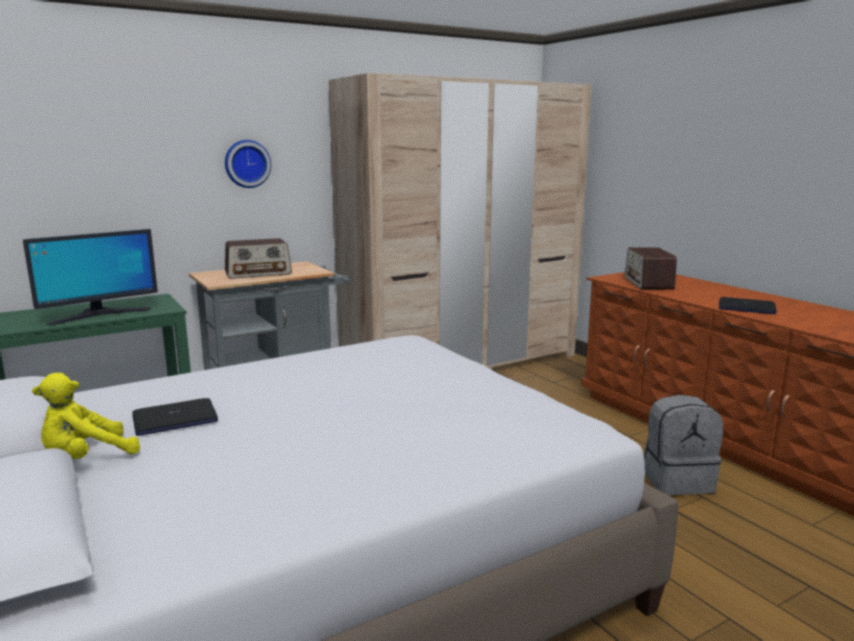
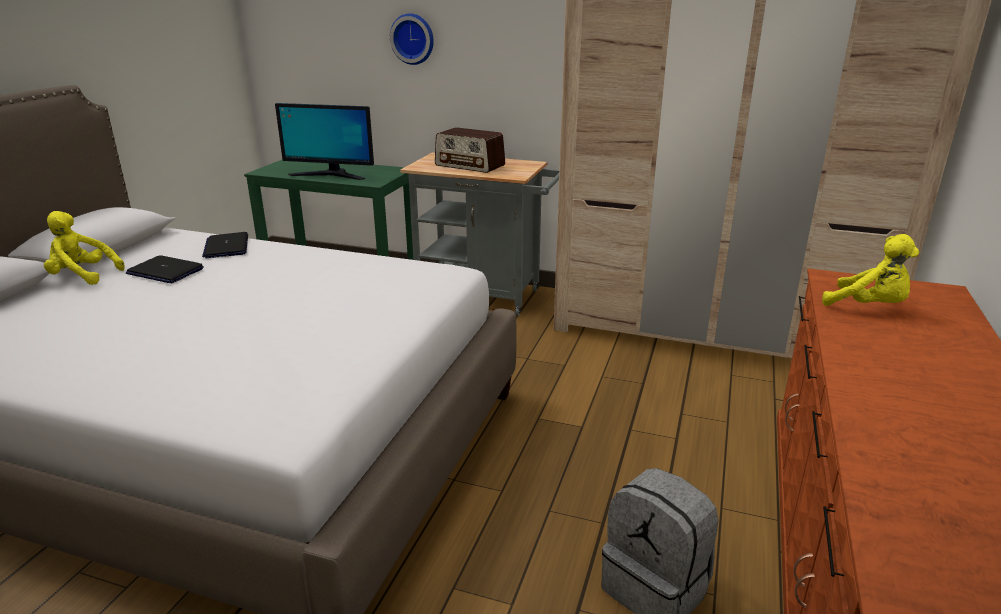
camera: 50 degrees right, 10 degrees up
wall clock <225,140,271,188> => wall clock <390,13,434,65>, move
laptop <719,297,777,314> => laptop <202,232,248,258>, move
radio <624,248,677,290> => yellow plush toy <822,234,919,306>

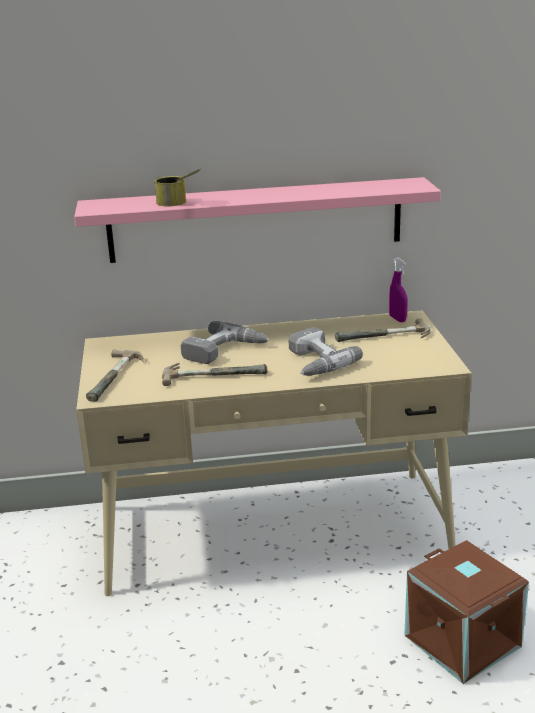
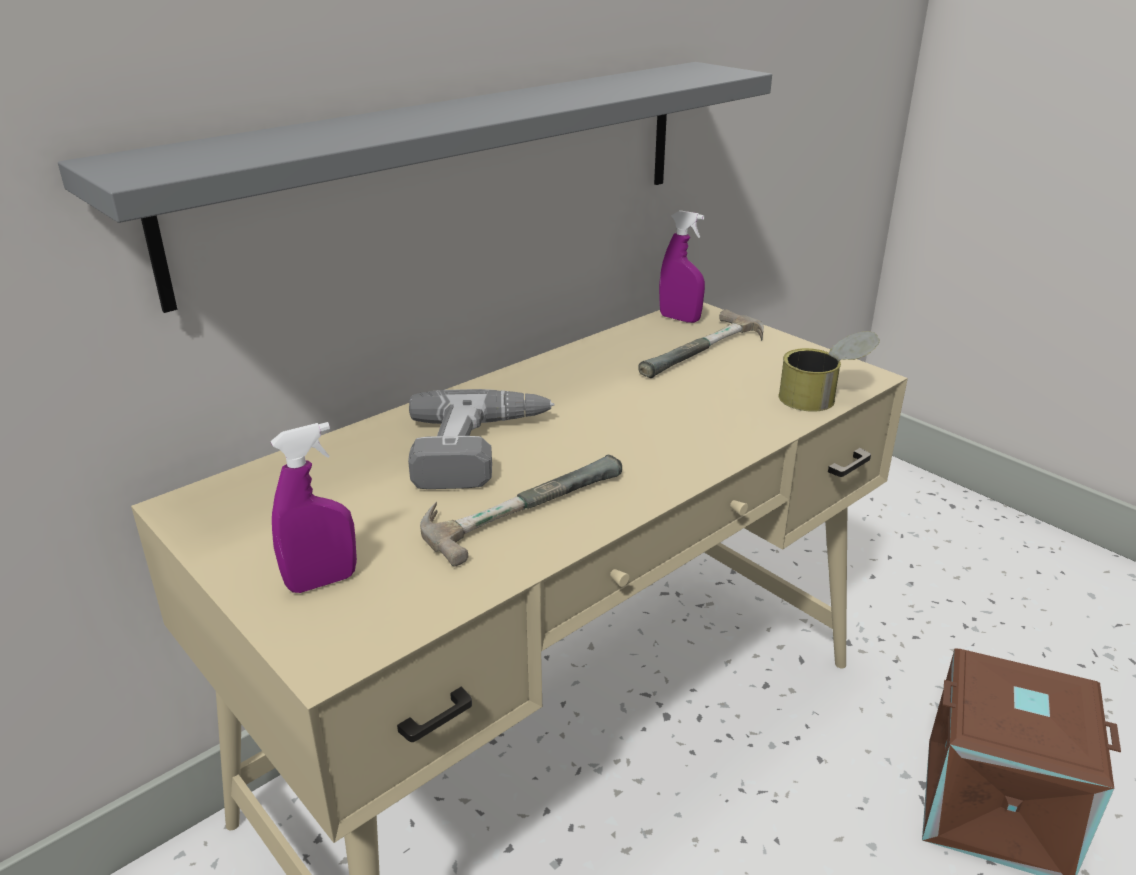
camera: 35 degrees left, 5 degrees up
power drill <289,327,363,376> => nothing
can <154,169,201,206> => can <779,331,880,412>, move
hammer <86,350,144,401> => purple spray bottle <271,422,357,593>
pink shelf <74,177,441,263> => grey shelf <58,62,772,313>

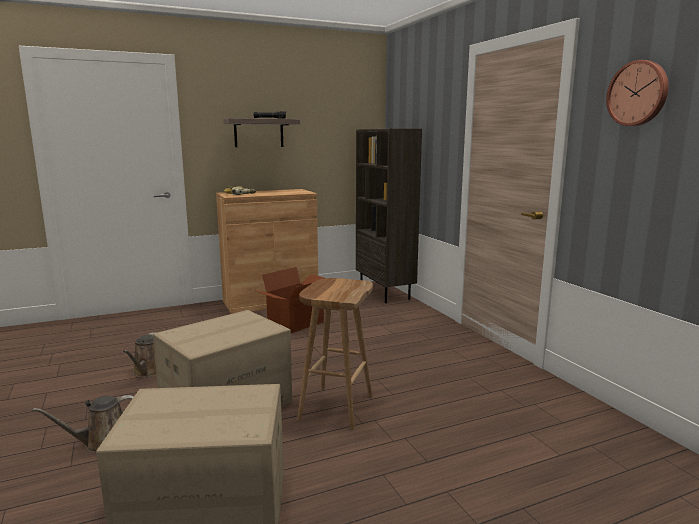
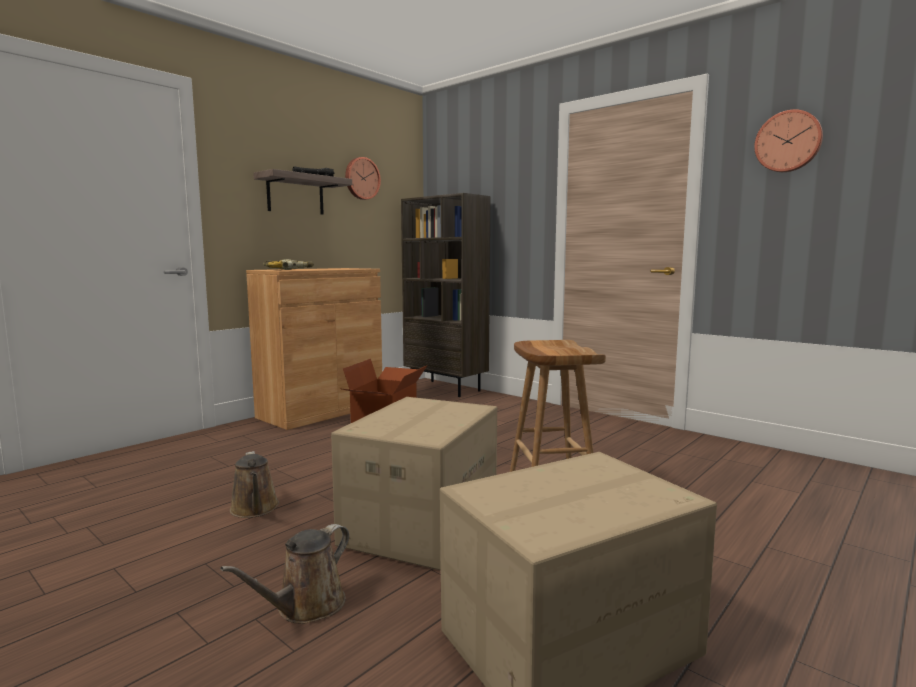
camera: 25 degrees left, 5 degrees down
nothing => wall clock <345,157,381,200>

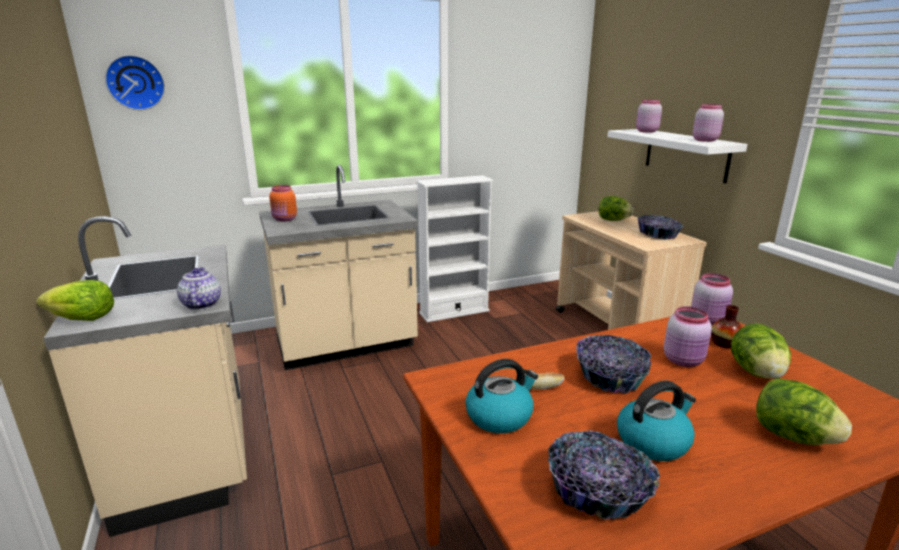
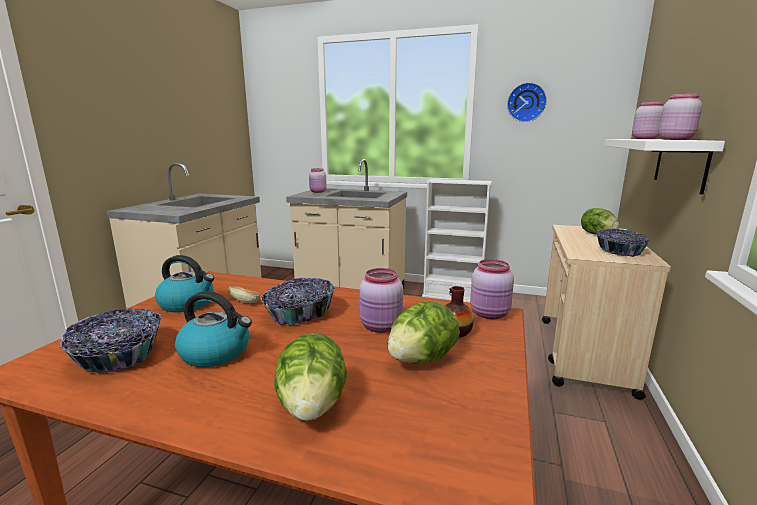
camera: 40 degrees right, 5 degrees down
lettuce <36,280,114,321> => nothing
teapot <177,267,221,310> => nothing
wall clock <105,55,165,110> => wall clock <507,82,547,122>, move
orange jar <269,185,297,222> => pink jar <309,168,327,193>

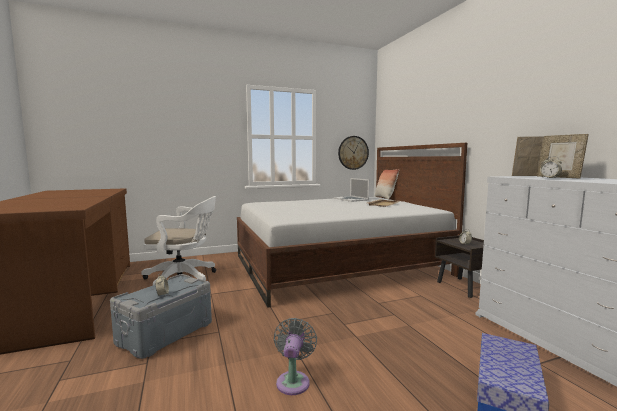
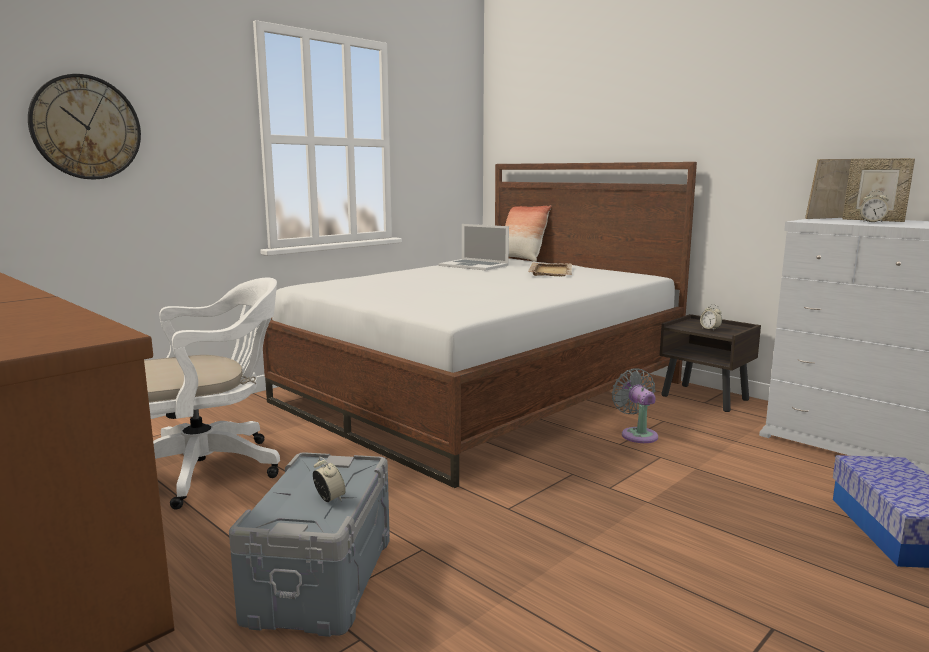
camera: 25 degrees left, 5 degrees up
grey fan <274,318,317,395> => grey fan <612,368,658,443>, move
wall clock <338,136,369,170> => wall clock <28,74,141,179>, move

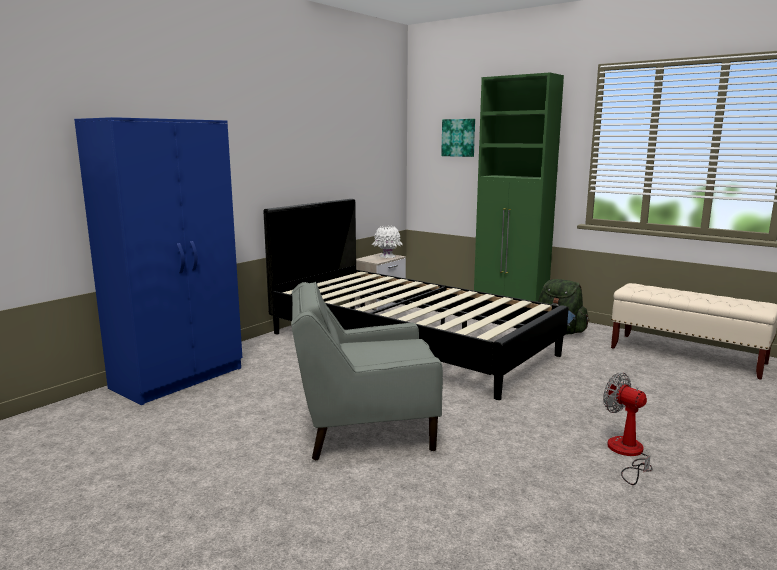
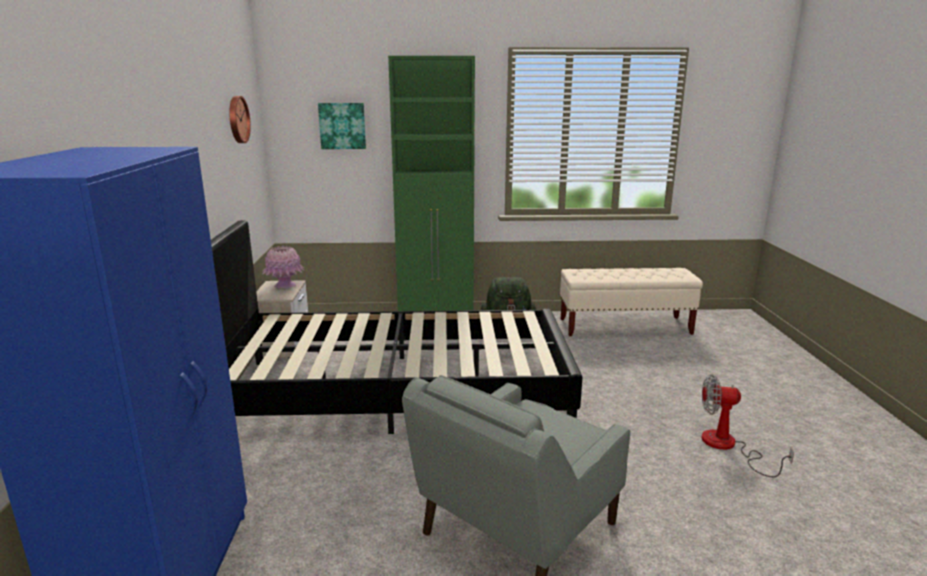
camera: 40 degrees left, 5 degrees up
nothing => wall clock <229,96,251,143>
white vase <372,226,403,258> => pink vase <262,245,304,289>

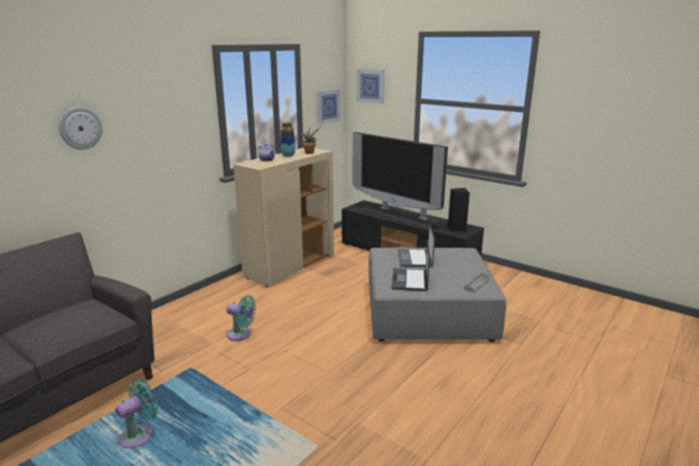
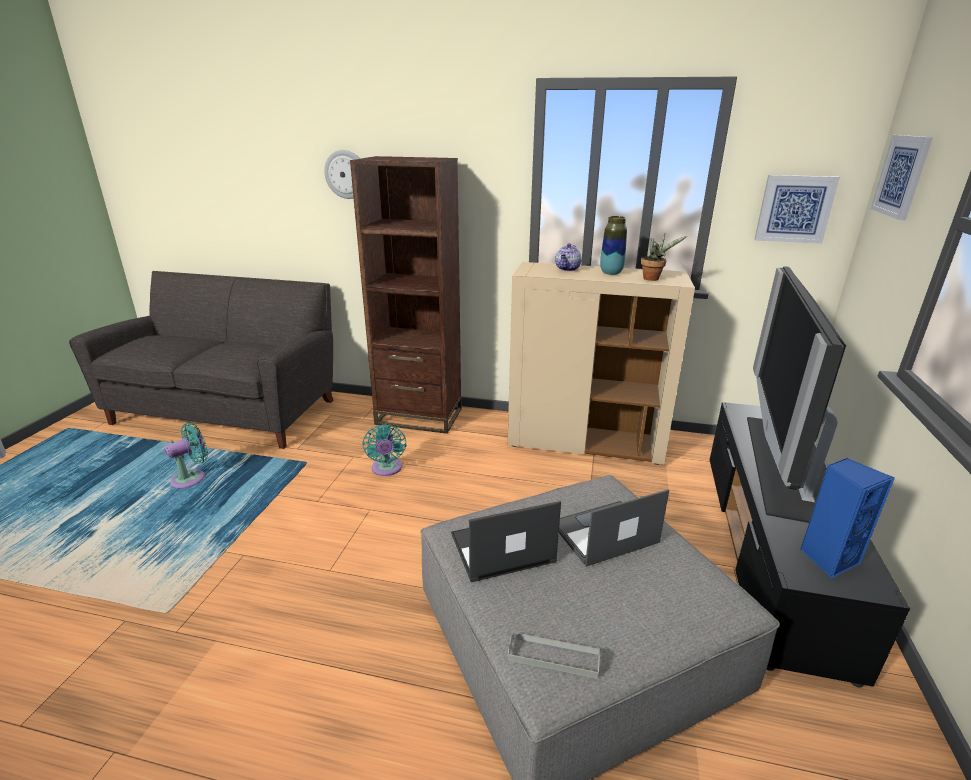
camera: 65 degrees right, 5 degrees up
nothing => brown bookcase <350,156,462,434>
black speaker <448,188,470,232> => blue speaker <800,458,895,578>
turquoise fan <115,379,158,448> => turquoise fan <164,423,208,488>, 60 degrees counterclockwise

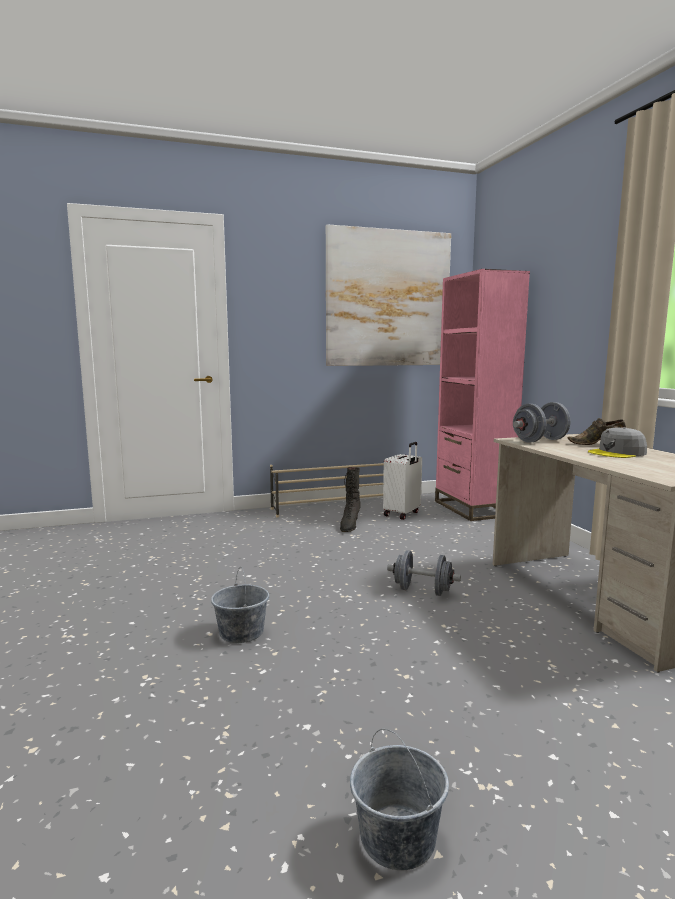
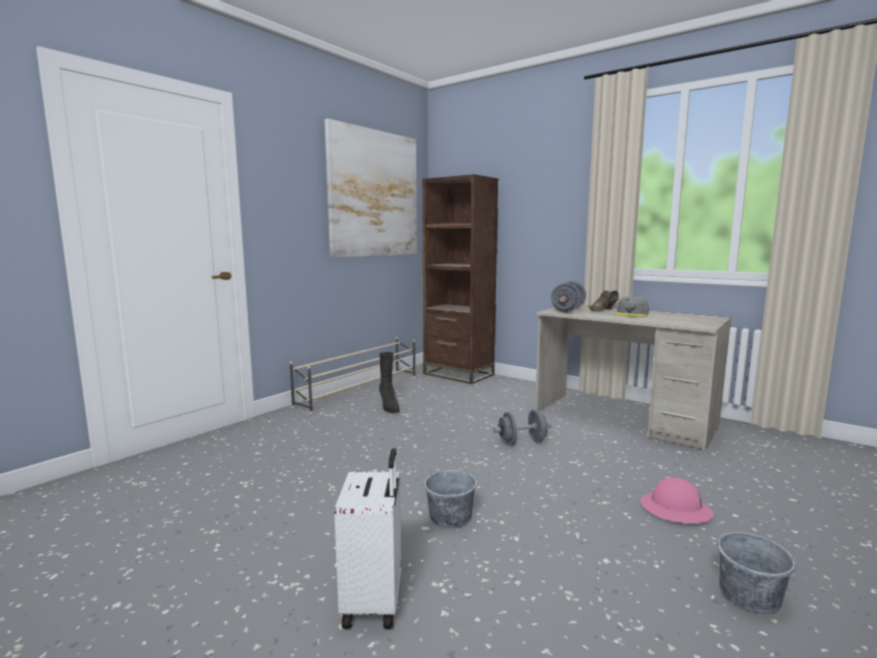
camera: 35 degrees left, 0 degrees up
nothing => pink hard hat <640,478,714,523>
white suitcase <383,442,422,520> => white suitcase <335,448,401,629>, move
pink bookcase <435,269,530,521> => brown bookcase <422,174,498,384>

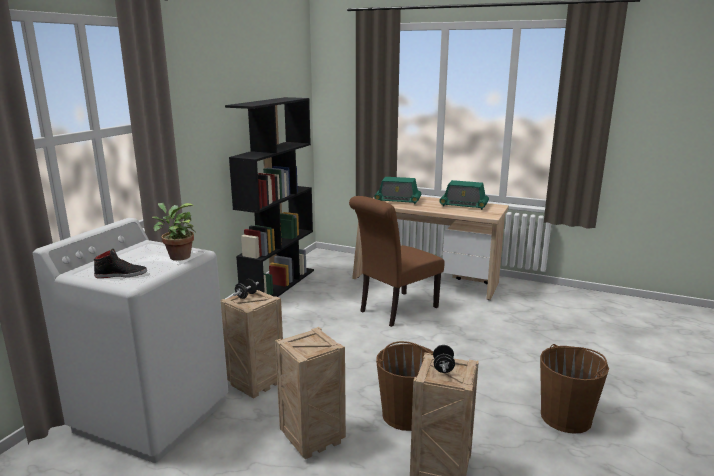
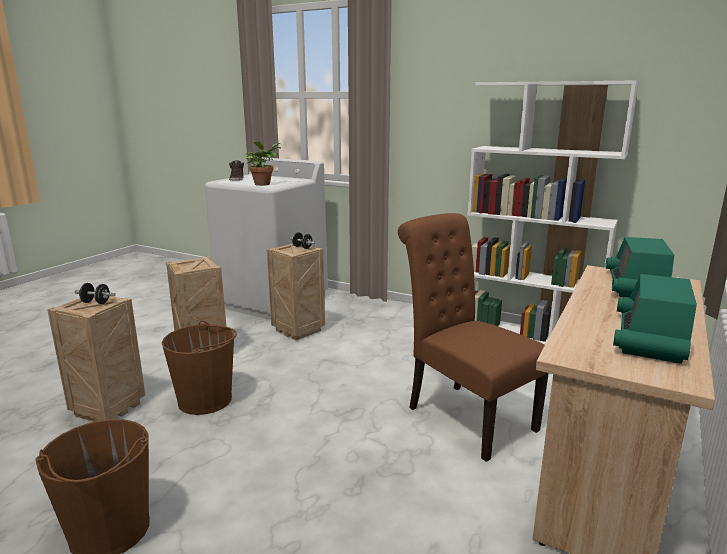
camera: 95 degrees right, 0 degrees up
black bookcase <225,97,314,297> => white bookcase <467,81,639,344>

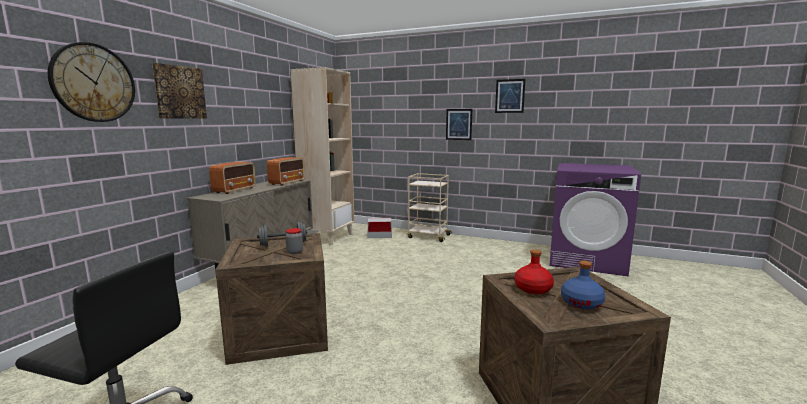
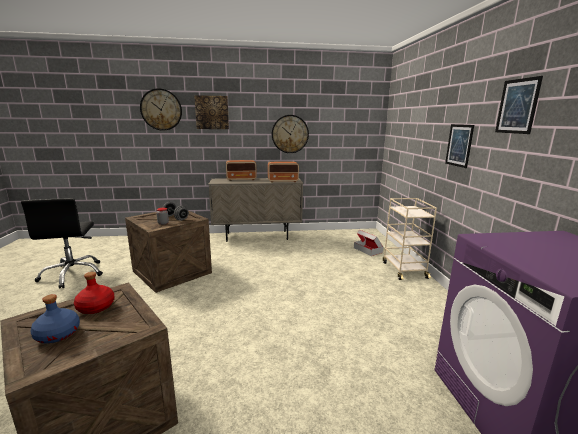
camera: 60 degrees right, 5 degrees up
beige bookcase <290,67,354,245> => nothing
nothing => wall clock <272,115,309,153>

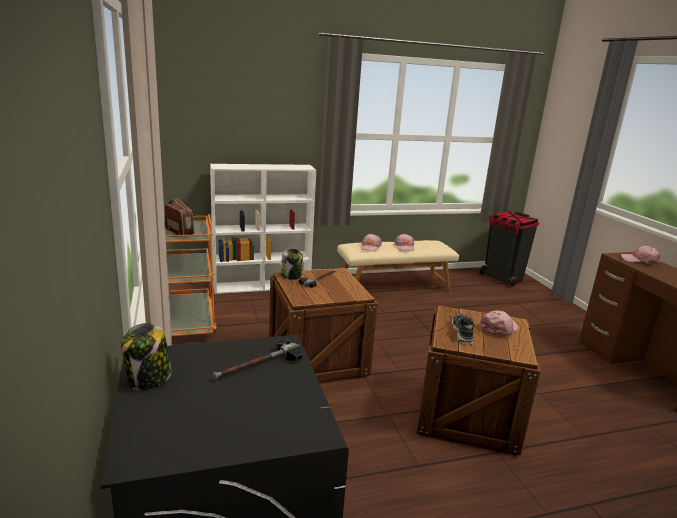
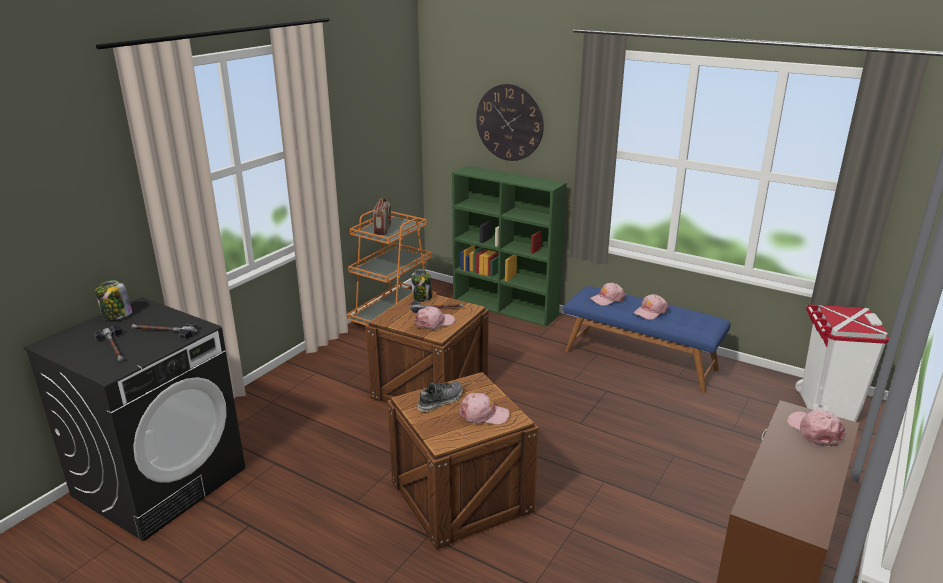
camera: 50 degrees right, 5 degrees up
nothing => hammer <94,326,123,361>
nothing => pink cap <414,306,455,330>
nothing => wall clock <476,84,544,161>
white bookcase <210,164,316,294> => green bookcase <452,166,567,327>
beige bench <337,240,459,292> => blue bench <563,286,731,392>
black trash can <479,211,539,287> => white trash can <795,305,889,422>

